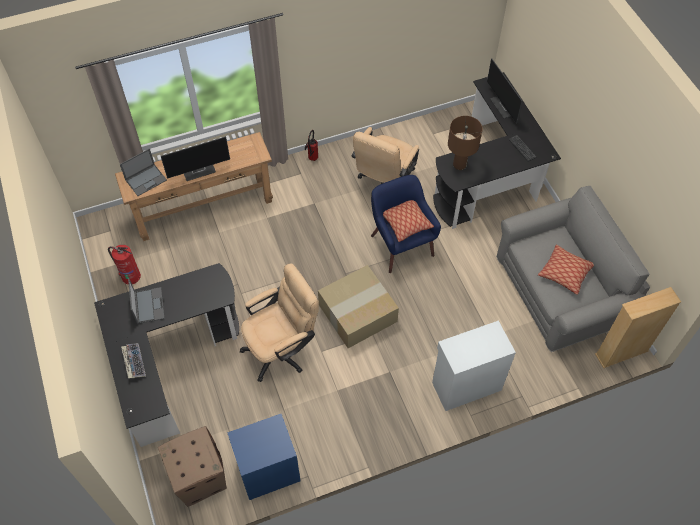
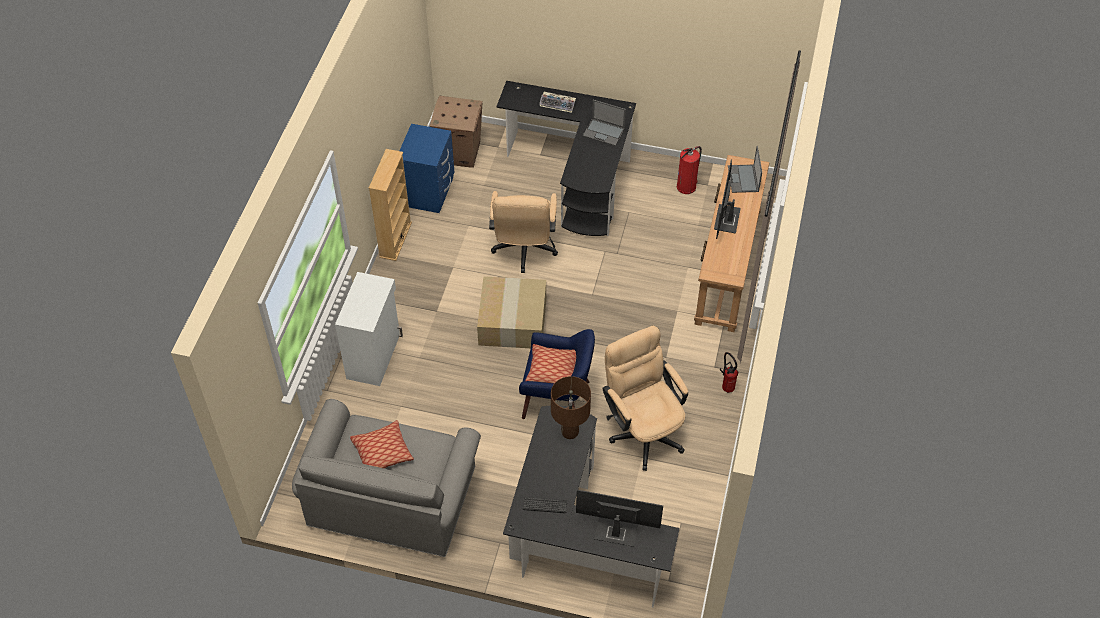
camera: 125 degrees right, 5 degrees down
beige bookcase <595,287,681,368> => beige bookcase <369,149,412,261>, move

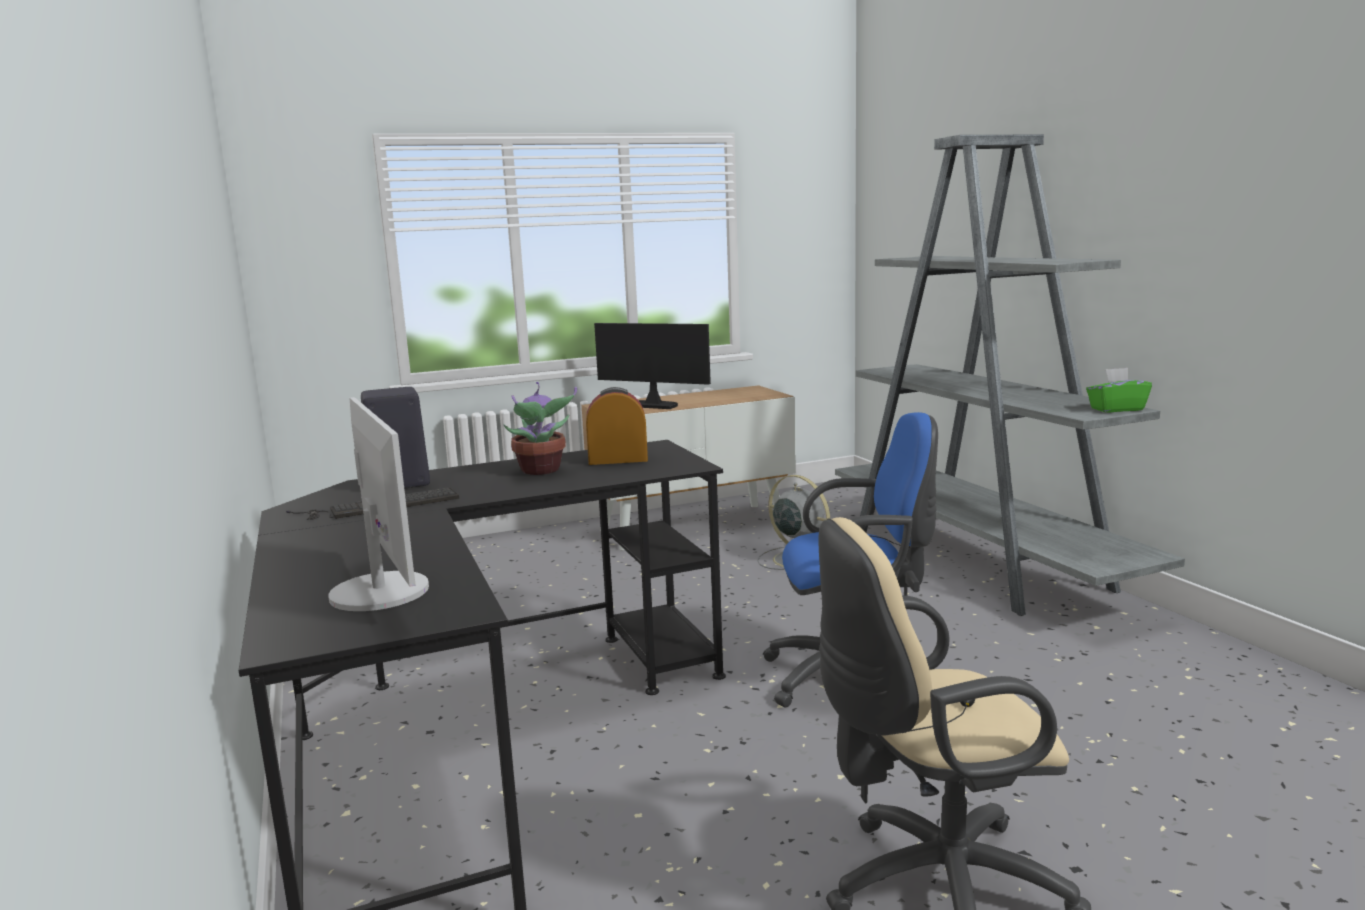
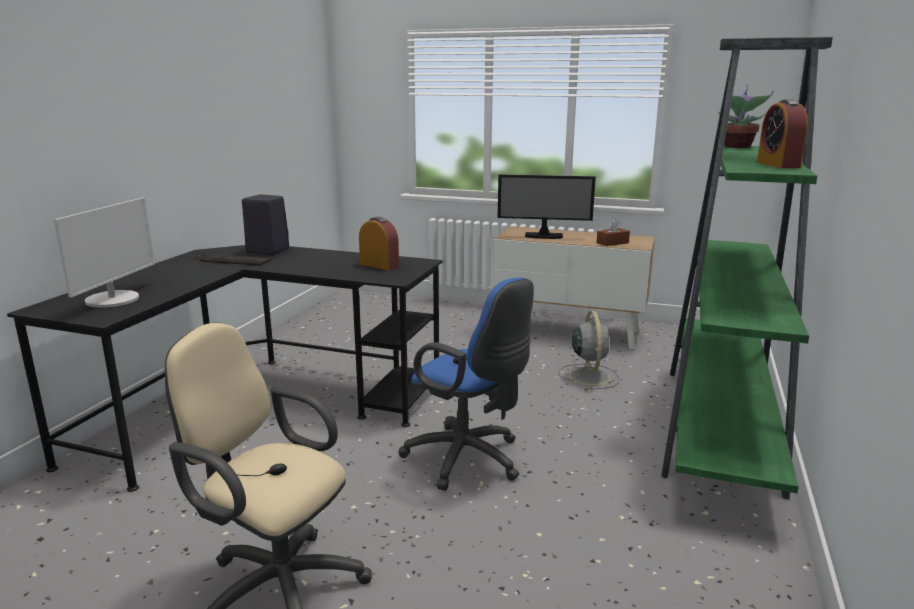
camera: 40 degrees right, 5 degrees up
green tissue box <1086,368,1152,412> => nothing
nothing => brown tissue box <597,219,630,246>
nothing => alarm clock <757,99,808,168>
potted plant <503,382,577,475> => potted plant <718,85,774,148>, move
grey bookcase <835,135,1185,616> => green bookcase <661,37,833,499>
monitor <594,323,711,409> => monitor <498,174,596,239>, 120 degrees clockwise

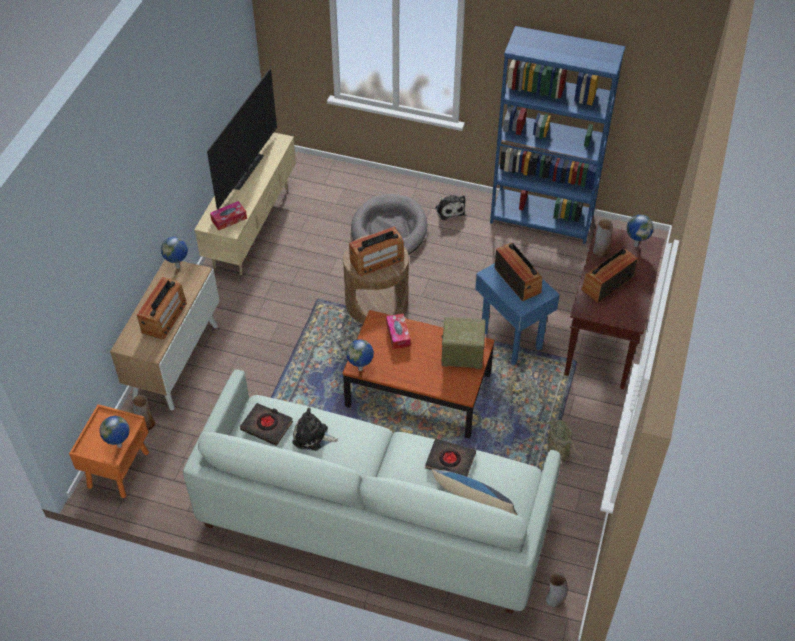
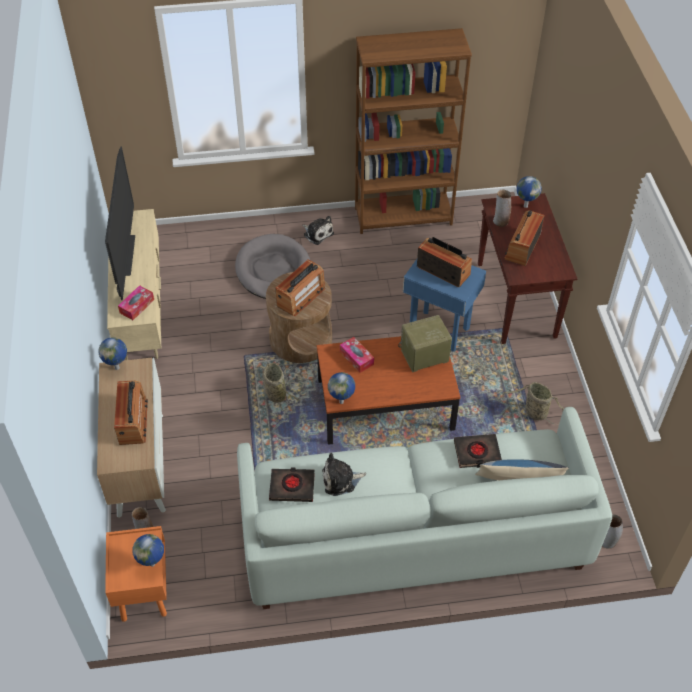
camera: 25 degrees left, 0 degrees up
nothing => basket <257,363,299,412>
blue bookcase <490,26,625,244> => brown bookcase <355,28,472,234>

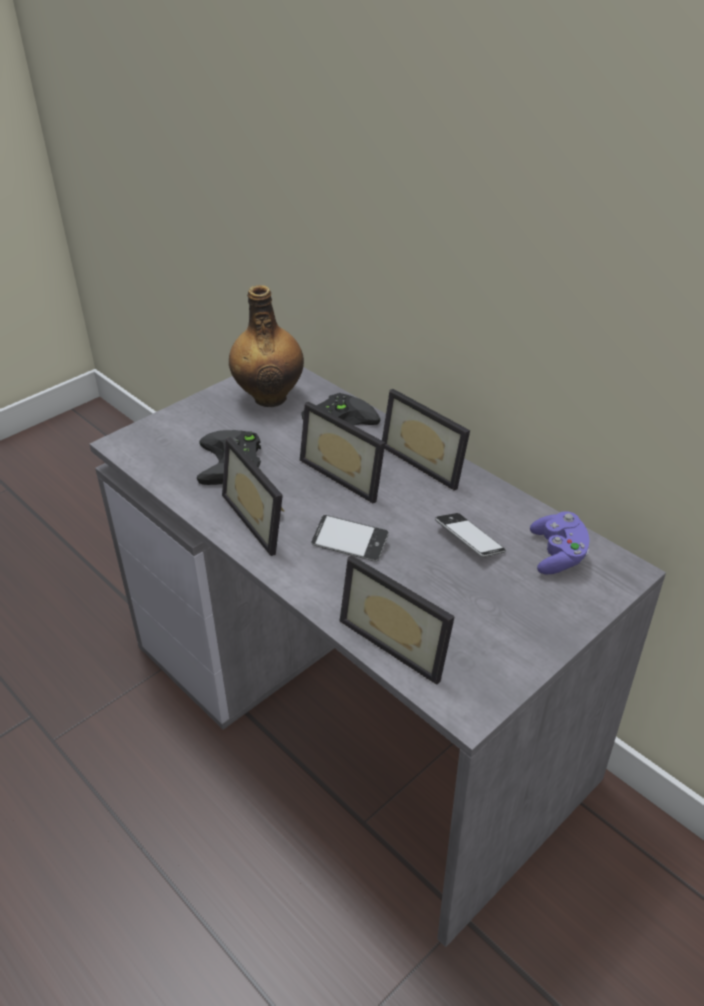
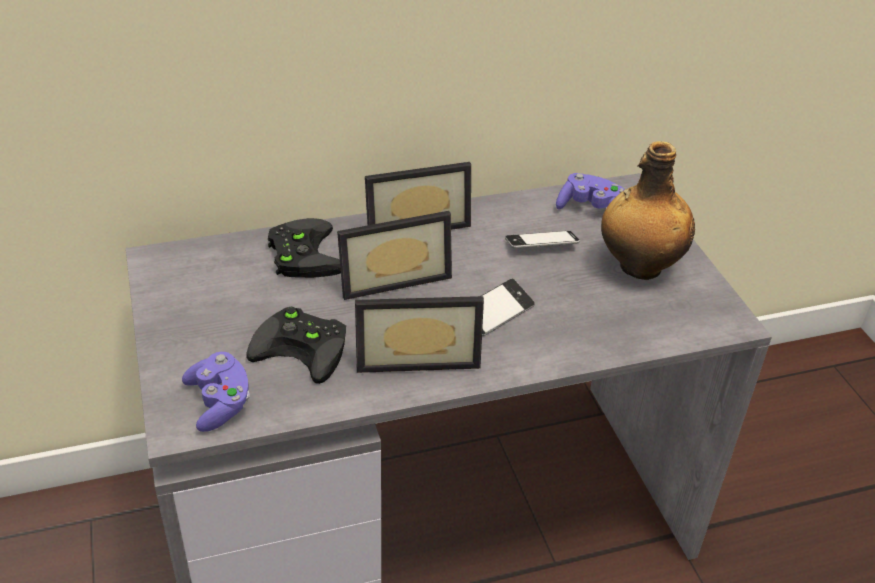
camera: 65 degrees left, 0 degrees up
picture frame <340,555,455,685> => nothing
nothing => purple game controller <182,352,250,432>
bottle <229,285,304,407> => bottle <601,141,695,280>, move

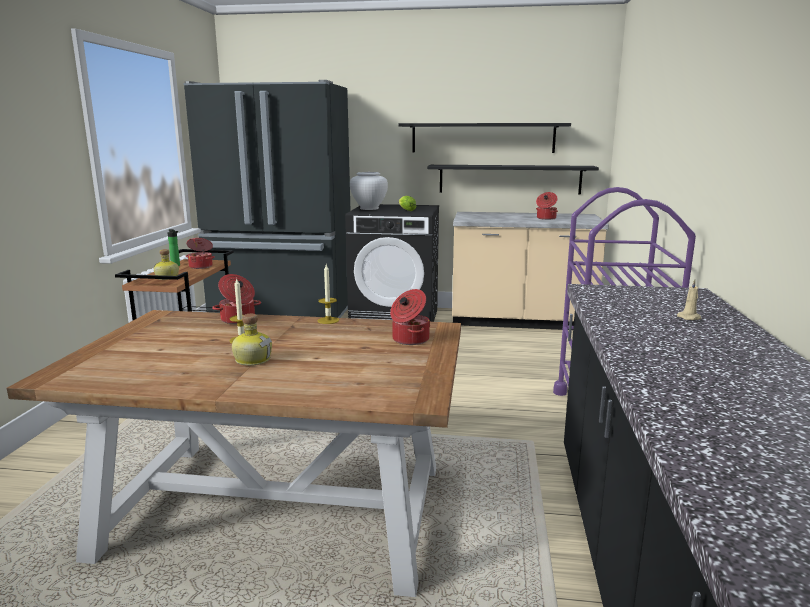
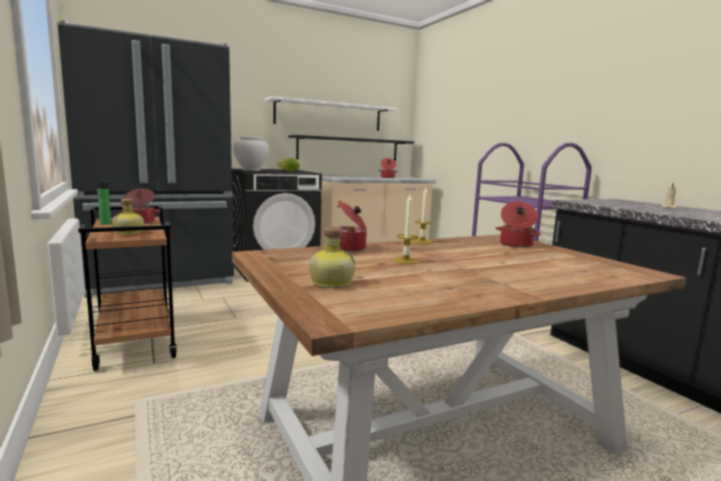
camera: 35 degrees left, 5 degrees down
bottle <232,314,272,366> => bottle <309,227,355,288>, move
black shelf <398,123,571,153> => white shelf <265,96,397,131>

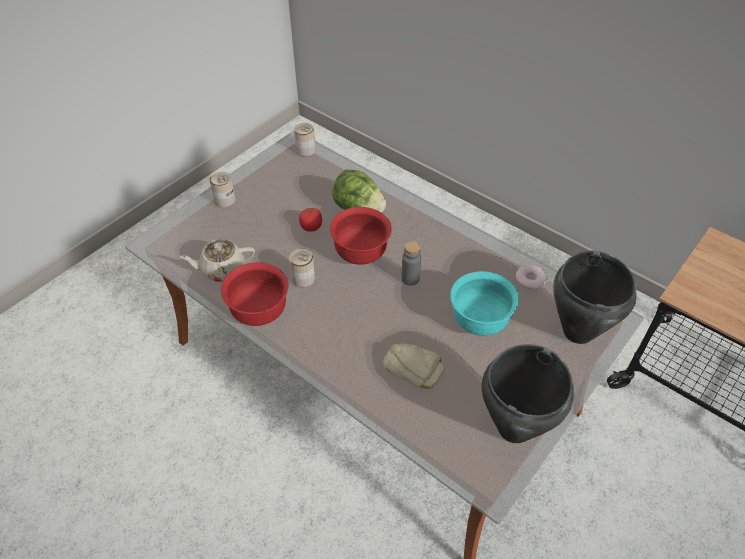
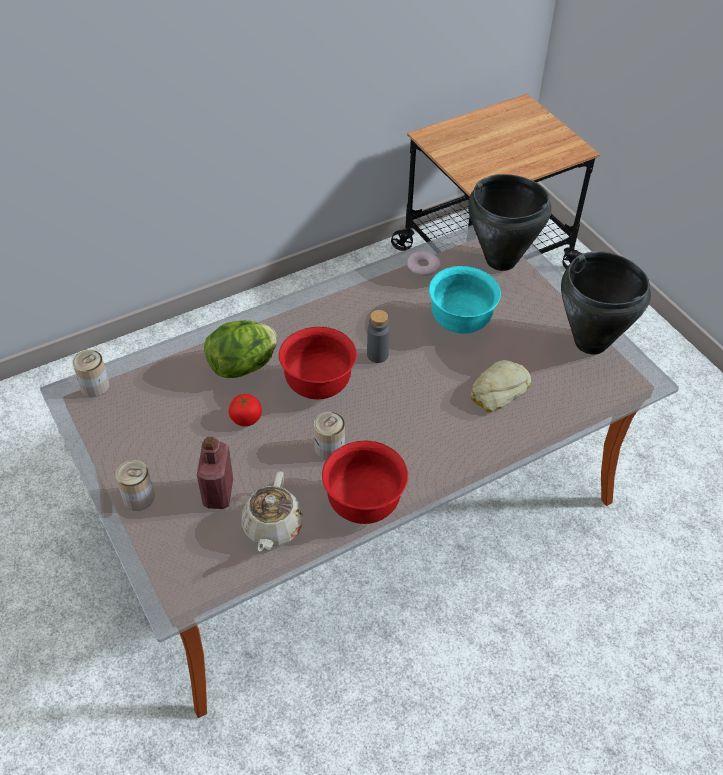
camera: 70 degrees left, 0 degrees up
nothing => red bottle <197,437,233,509>

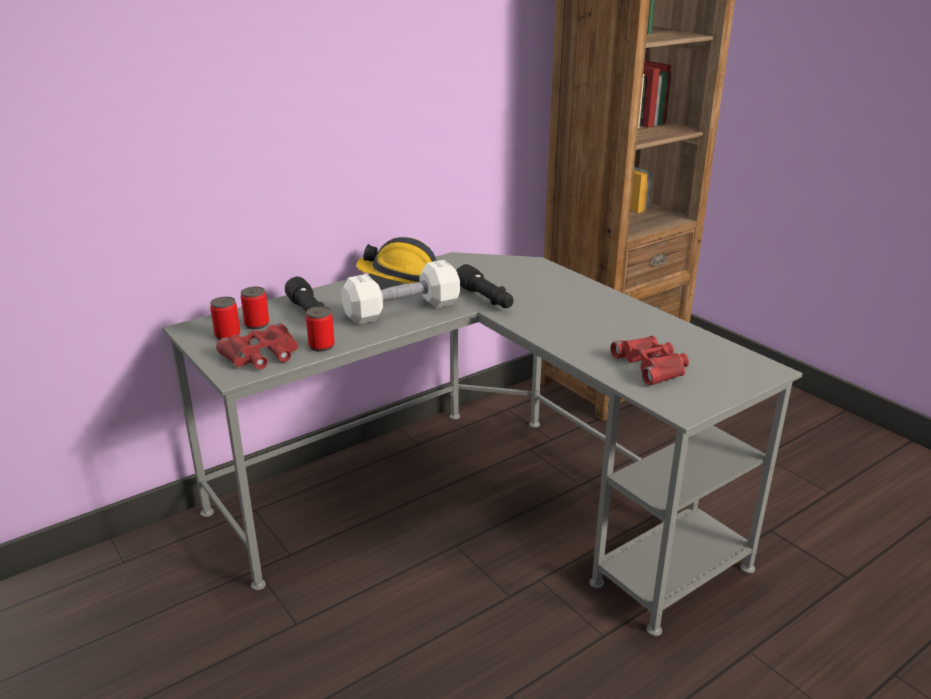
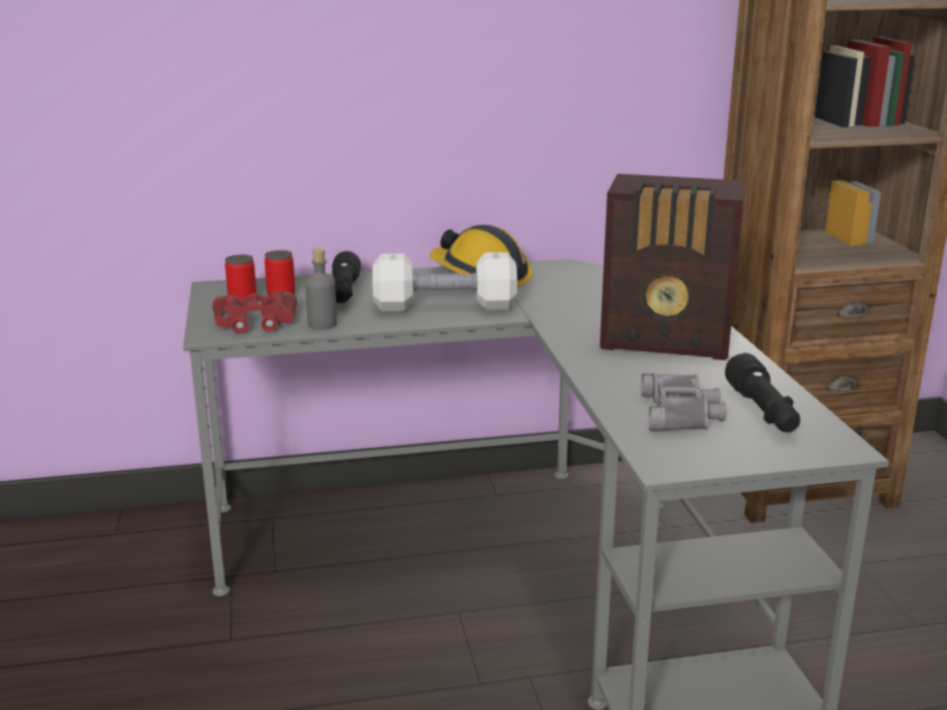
camera: 25 degrees right, 5 degrees down
nothing => radio <600,174,745,360>
black flashlight <456,264,514,308> => black flashlight <725,353,800,432>, move
can <306,306,335,352> => grey bottle <305,248,337,329>
red binoculars <610,336,689,386> => grey binoculars <641,373,726,431>

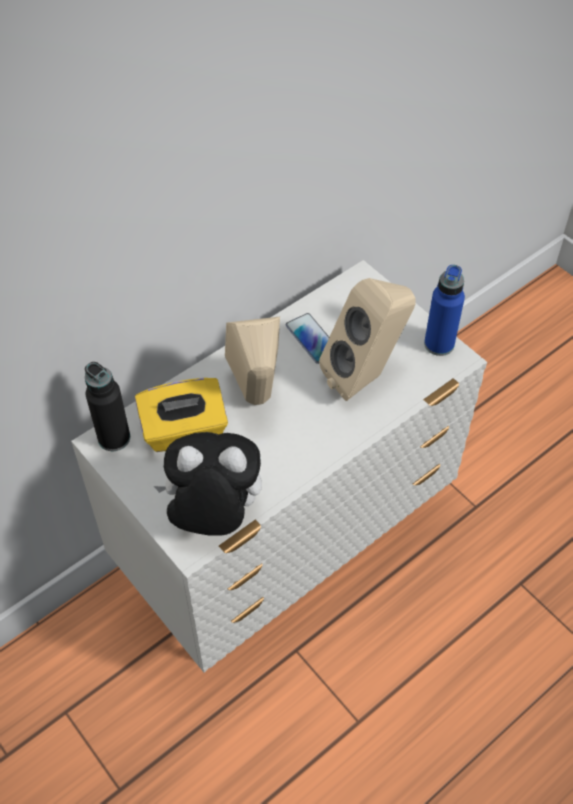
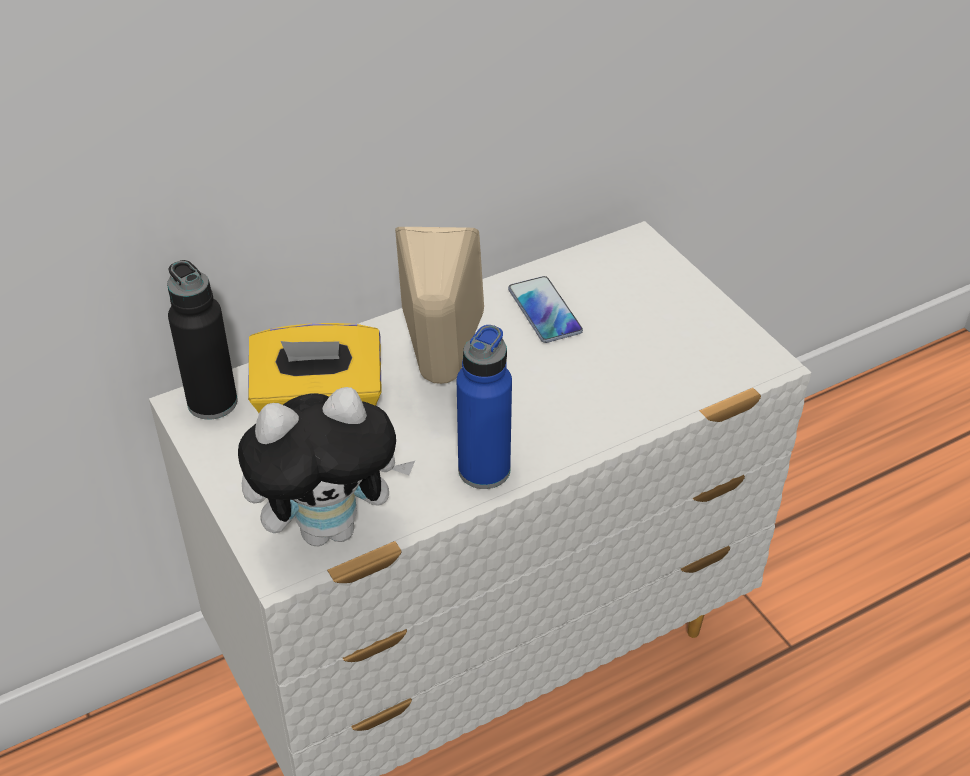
camera: 10 degrees right, 10 degrees down
beige speaker <319,278,416,401> => nothing
blue bottle <424,265,465,356> => blue bottle <457,325,512,489>, move
plush toy <154,432,262,536> => plush toy <238,387,415,547>, 150 degrees clockwise

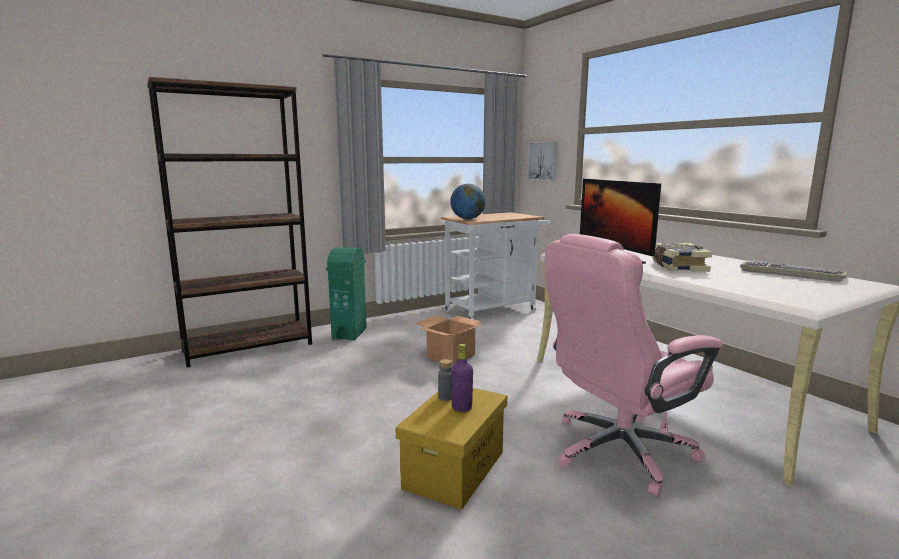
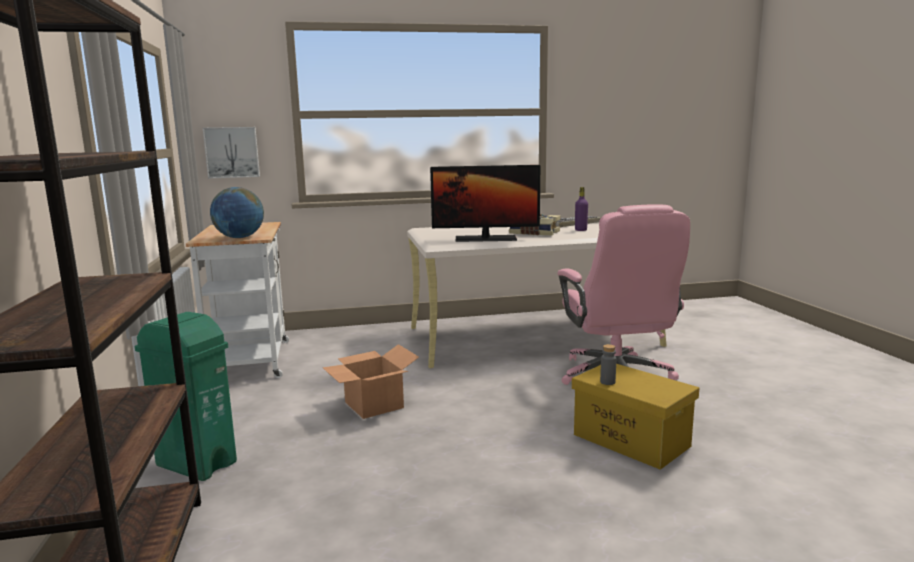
camera: 70 degrees left, 0 degrees up
purple bottle <451,344,473,412> => purple bottle <575,187,588,231>, move

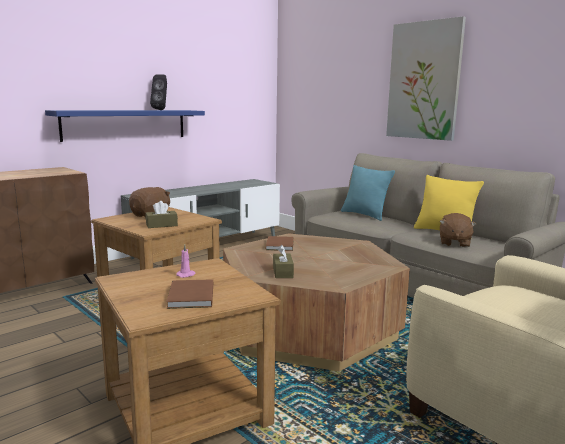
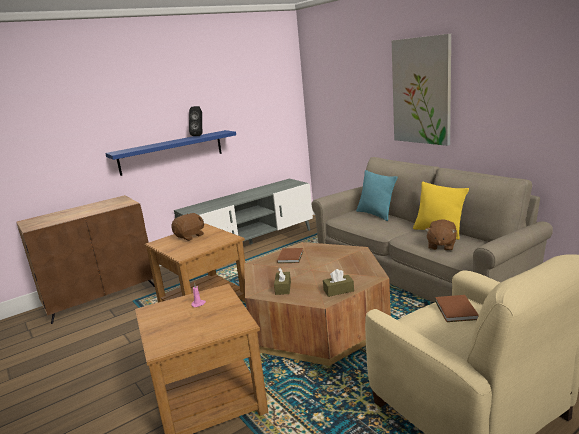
camera: 10 degrees right, 5 degrees up
brown tissue box <146,201,178,228> => brown tissue box <323,269,354,297>, move
brown book <166,279,213,309> => brown book <435,295,479,322>, move

